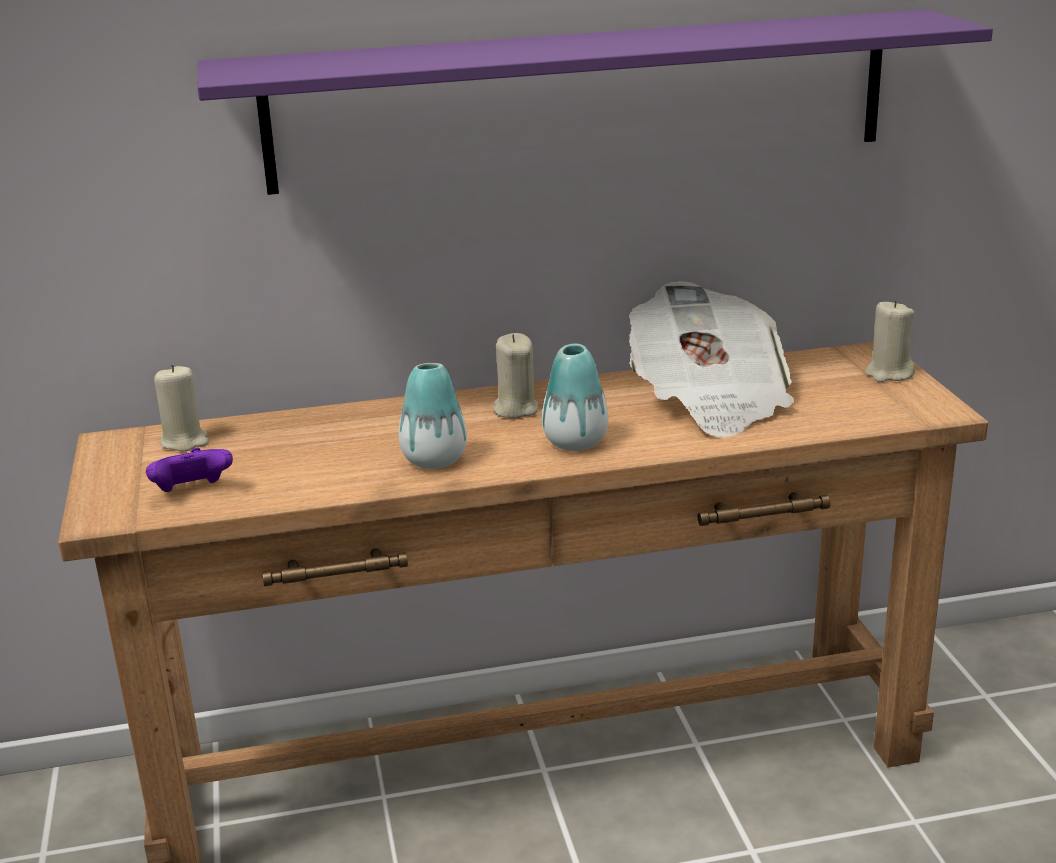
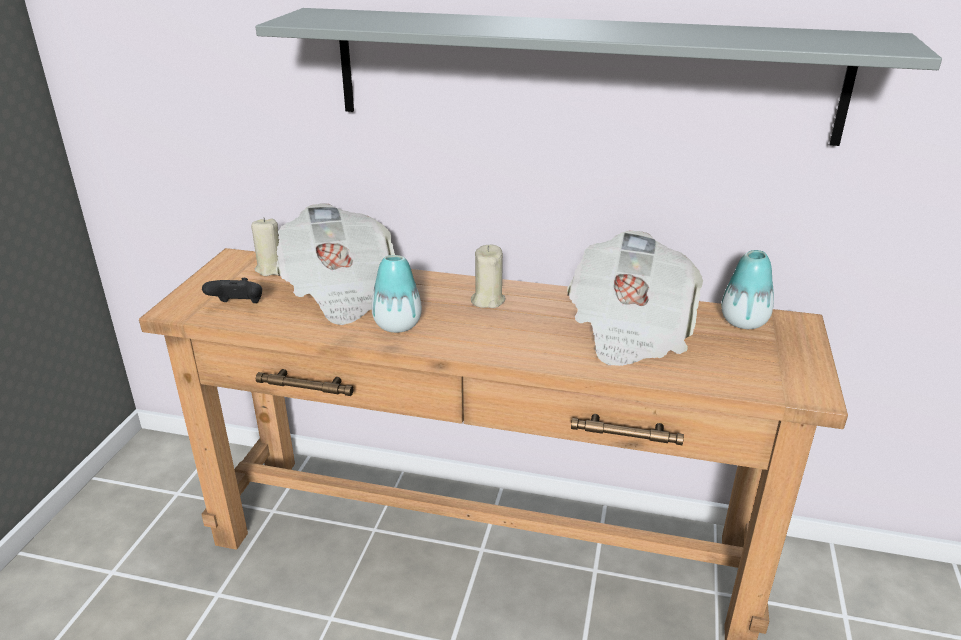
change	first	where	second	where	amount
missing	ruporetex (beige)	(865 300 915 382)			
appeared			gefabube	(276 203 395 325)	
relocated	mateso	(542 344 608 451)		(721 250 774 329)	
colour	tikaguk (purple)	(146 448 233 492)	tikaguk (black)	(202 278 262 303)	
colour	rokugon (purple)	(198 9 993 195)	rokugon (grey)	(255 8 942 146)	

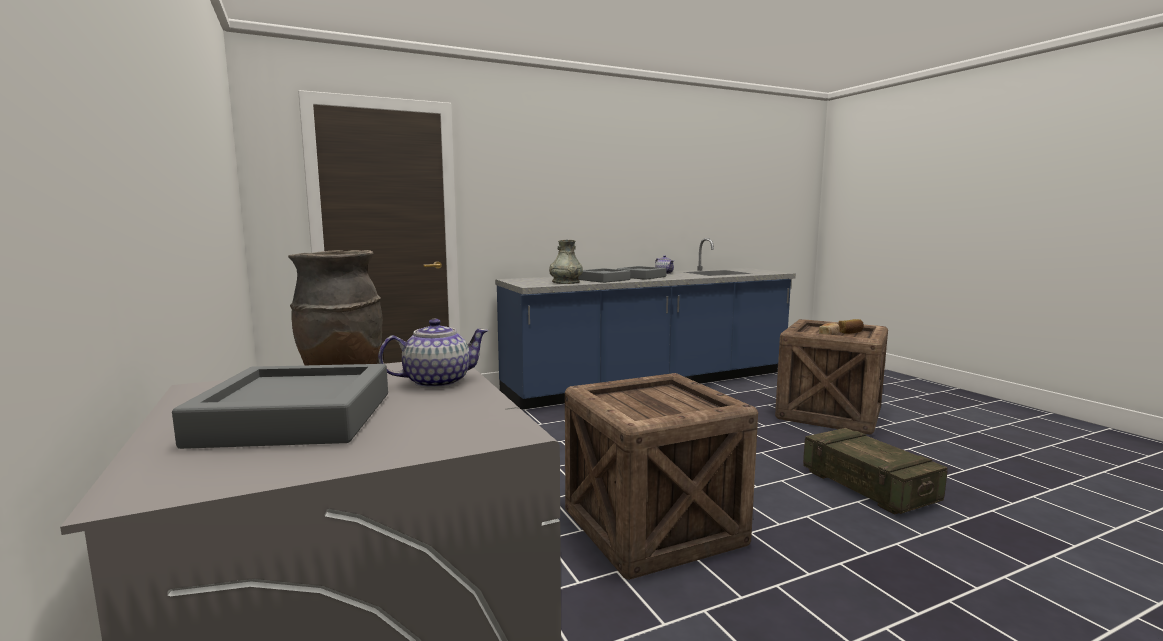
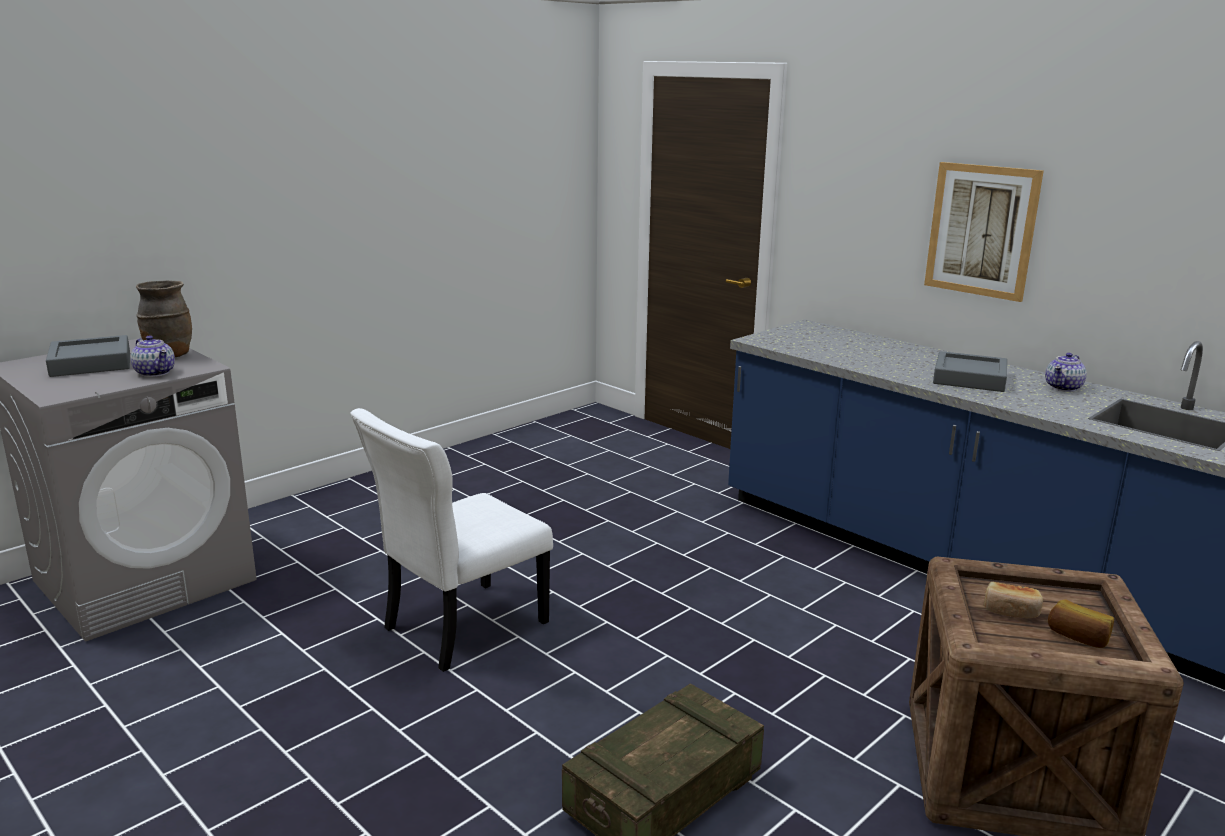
change	first	where	second	where	amount
missing	mateso (grey)	(549 240 583 284)			
missing	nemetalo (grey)	(578 268 630 283)			
appeared			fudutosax	(924 162 1044 302)	
exchanged	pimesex	(565 373 758 580)	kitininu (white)	(350 408 553 672)	

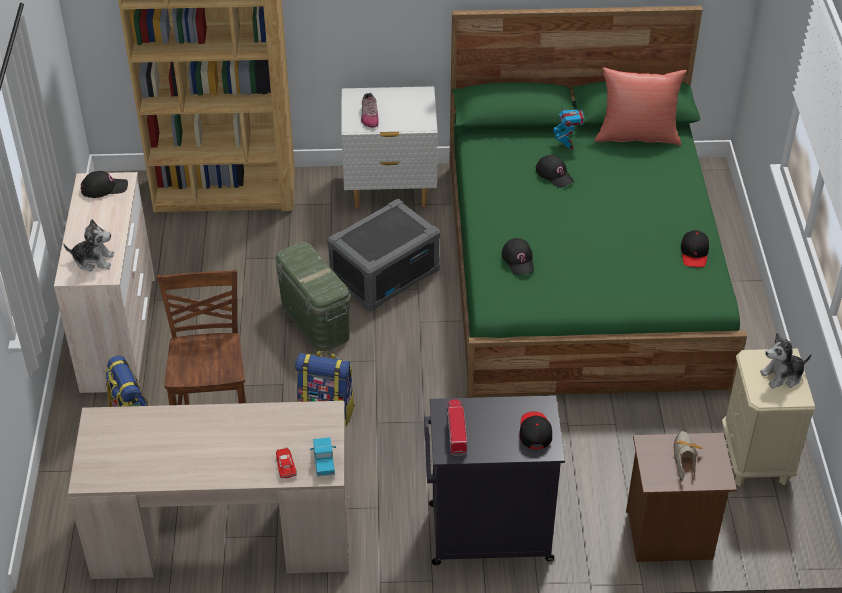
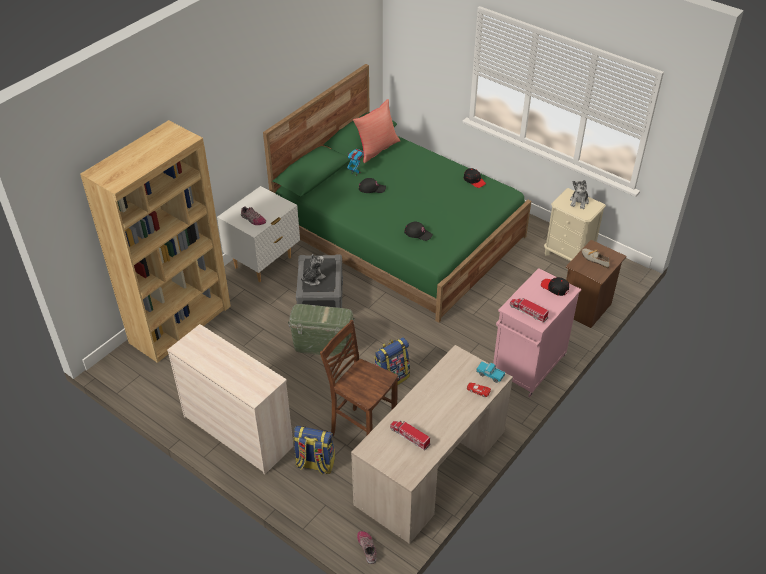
change	first	where	second	where	amount
missing	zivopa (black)	(81 171 128 198)			
appeared			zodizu	(357 531 377 564)	
appeared			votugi	(390 421 431 450)	
relocated	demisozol	(63 219 114 271)		(301 254 326 286)	
colour	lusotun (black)	(424 395 565 565)	lusotun (pink)	(493 268 581 397)	

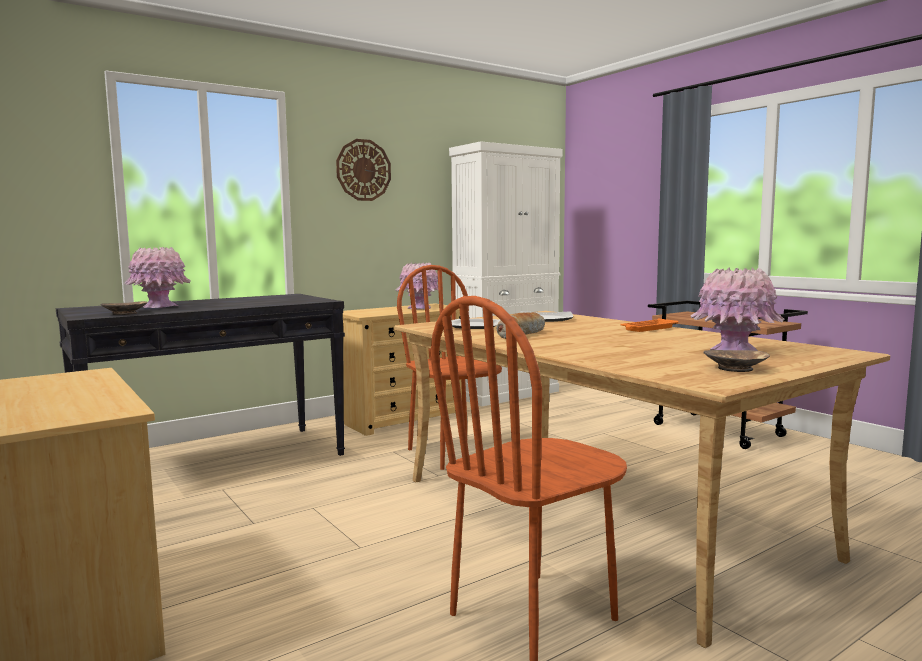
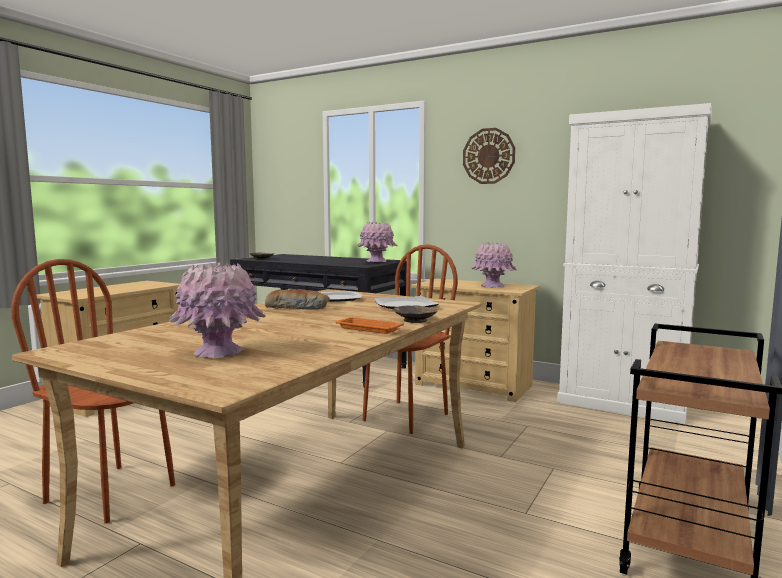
change	first	where	second	where	amount
relocated	mateso (pink)	(124 247 191 308)		(356 222 398 262)	
relocated	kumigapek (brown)	(704 350 770 372)		(393 305 438 323)	

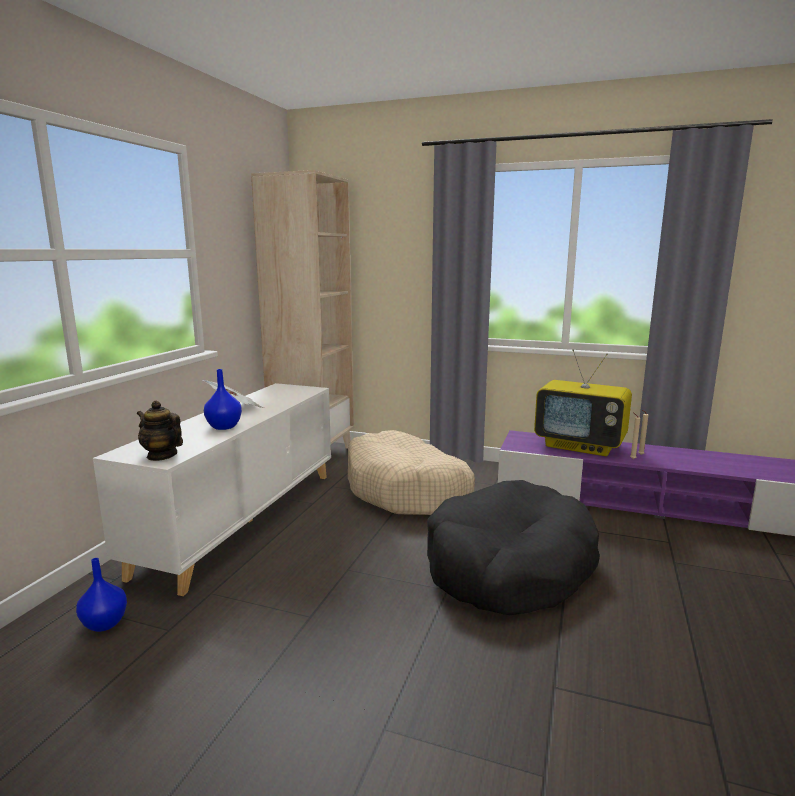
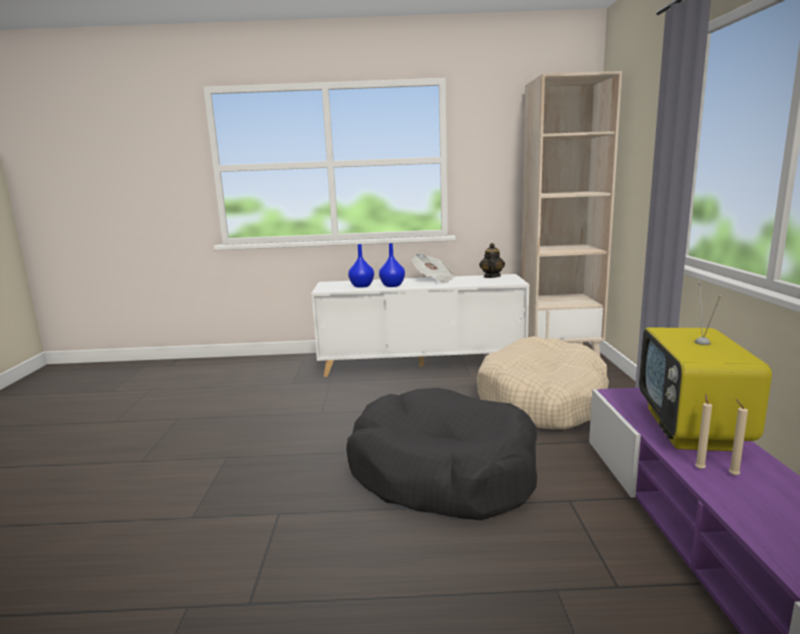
change	first	where	second	where	amount
relocated	mateso (blue)	(76 558 127 632)		(348 244 374 288)	
relocated	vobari	(137 401 183 461)		(479 243 505 278)	

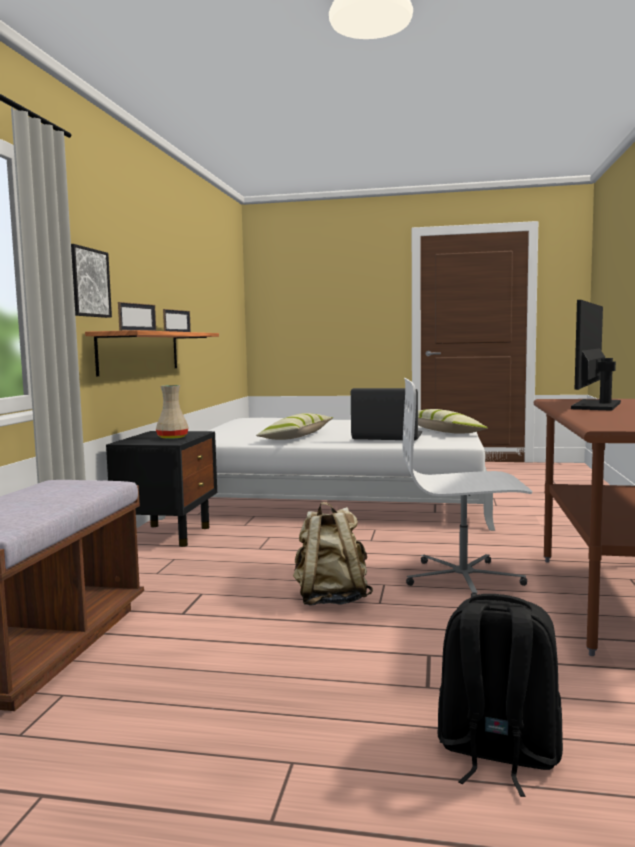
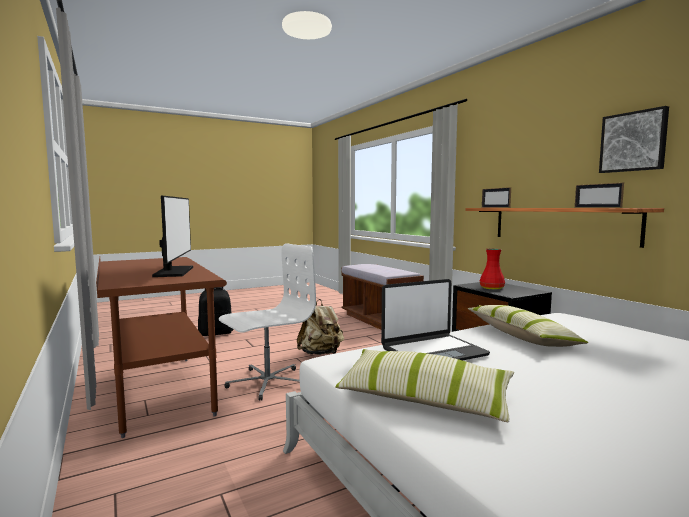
change	first	where	second	where	amount
relocated	fudutosax	(71 244 112 318)		(599 106 669 173)	
colour	mateso (beige)	(156 385 189 439)	mateso (red)	(480 249 505 290)	

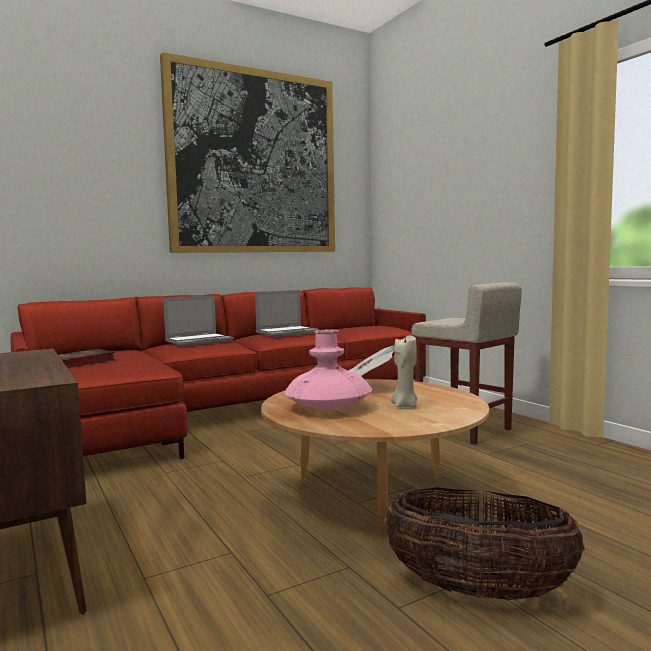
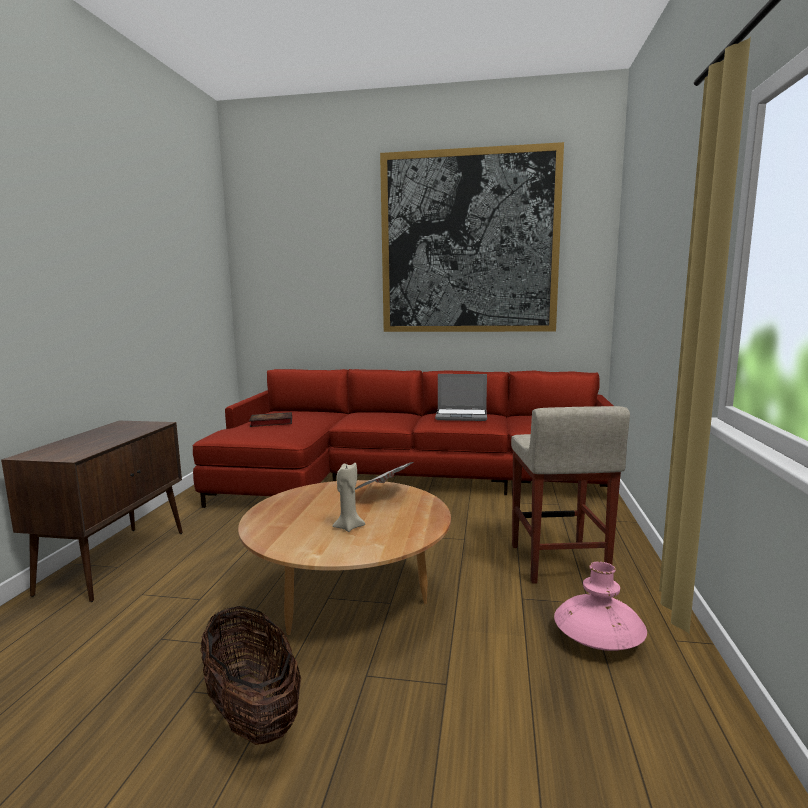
change	first	where	second	where	amount
missing	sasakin	(163 295 234 346)			
relocated	mateso (pink)	(284 329 372 409)		(554 561 647 651)	

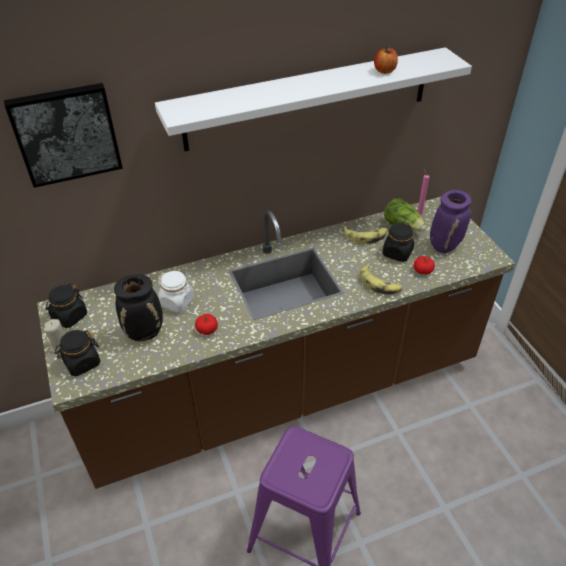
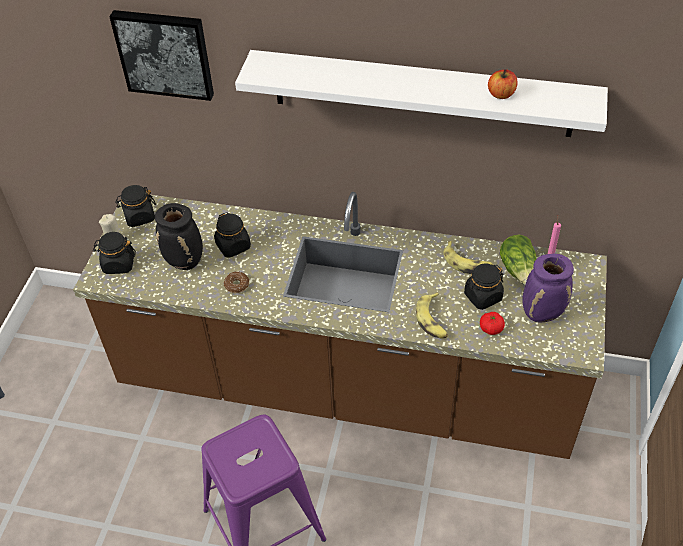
change	first	where	second	where	amount
exchanged	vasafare	(195 314 218 335)	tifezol	(224 271 249 293)	
colour	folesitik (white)	(158 271 194 313)	folesitik (black)	(214 212 251 258)	

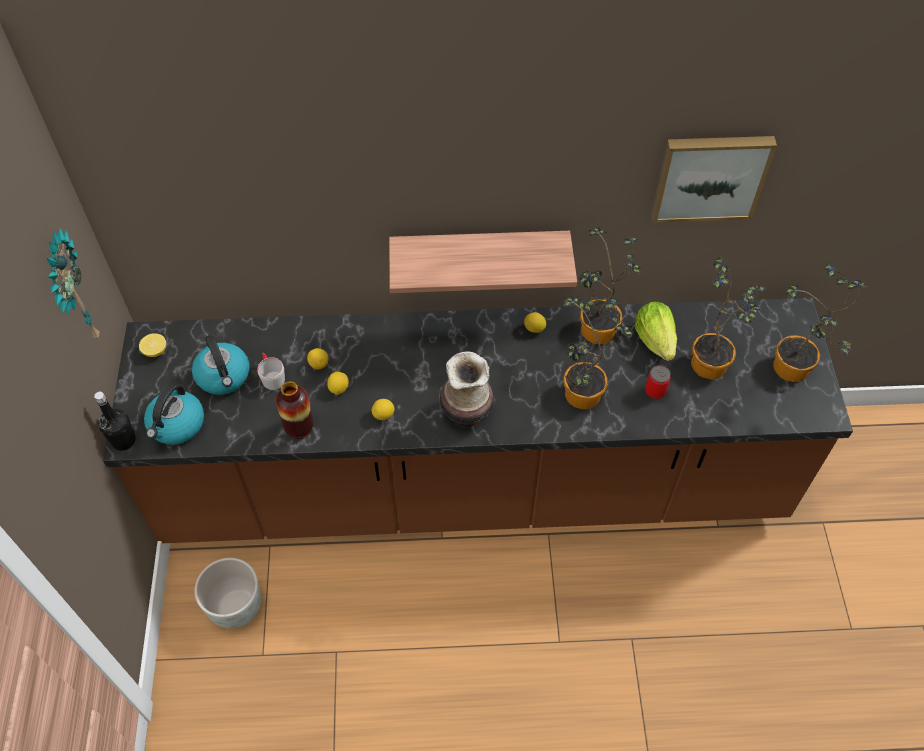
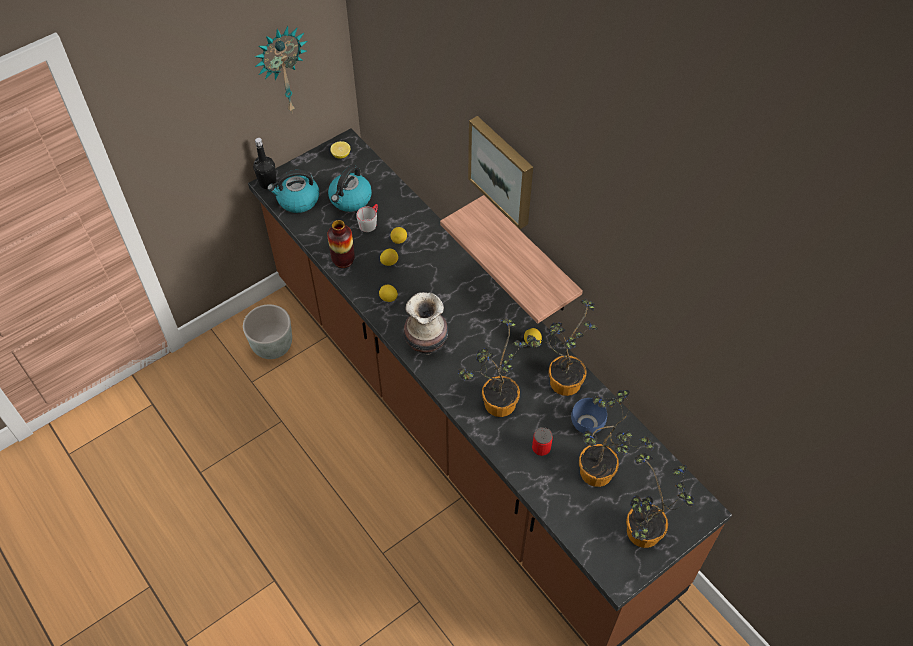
change	first	where	second	where	amount
relocated	fudutosax	(651 136 777 223)		(468 116 533 229)	
exchanged	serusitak	(635 302 677 361)	kumigapek (blue)	(571 398 607 434)	

